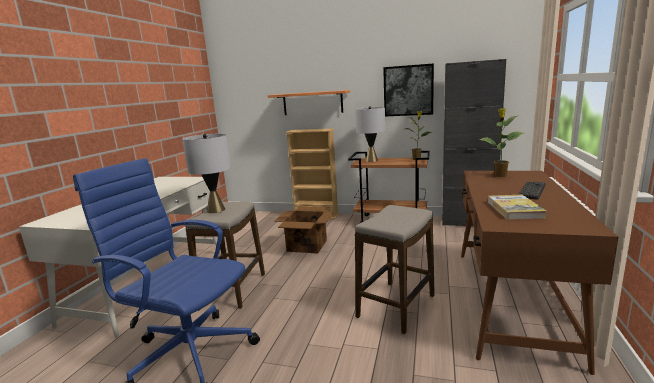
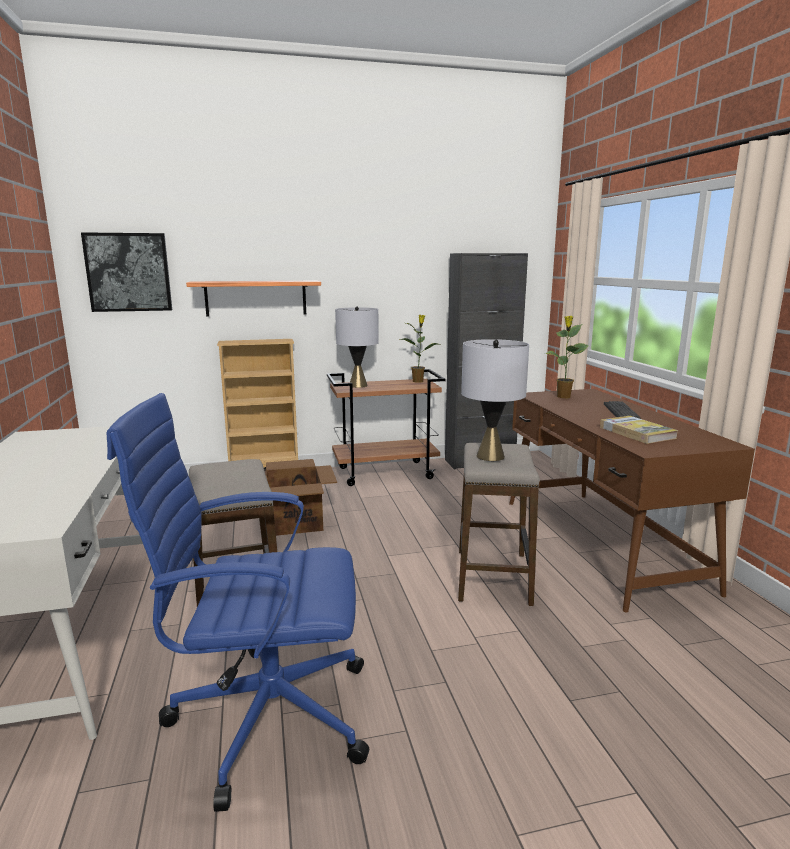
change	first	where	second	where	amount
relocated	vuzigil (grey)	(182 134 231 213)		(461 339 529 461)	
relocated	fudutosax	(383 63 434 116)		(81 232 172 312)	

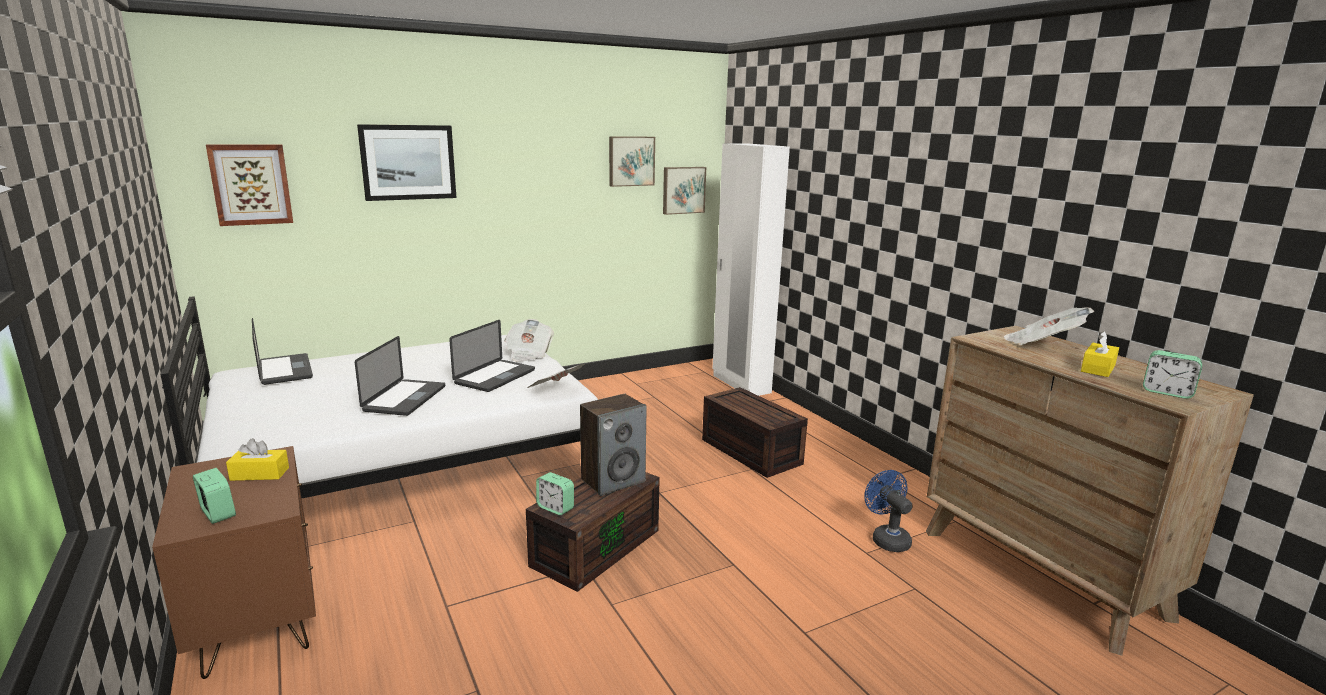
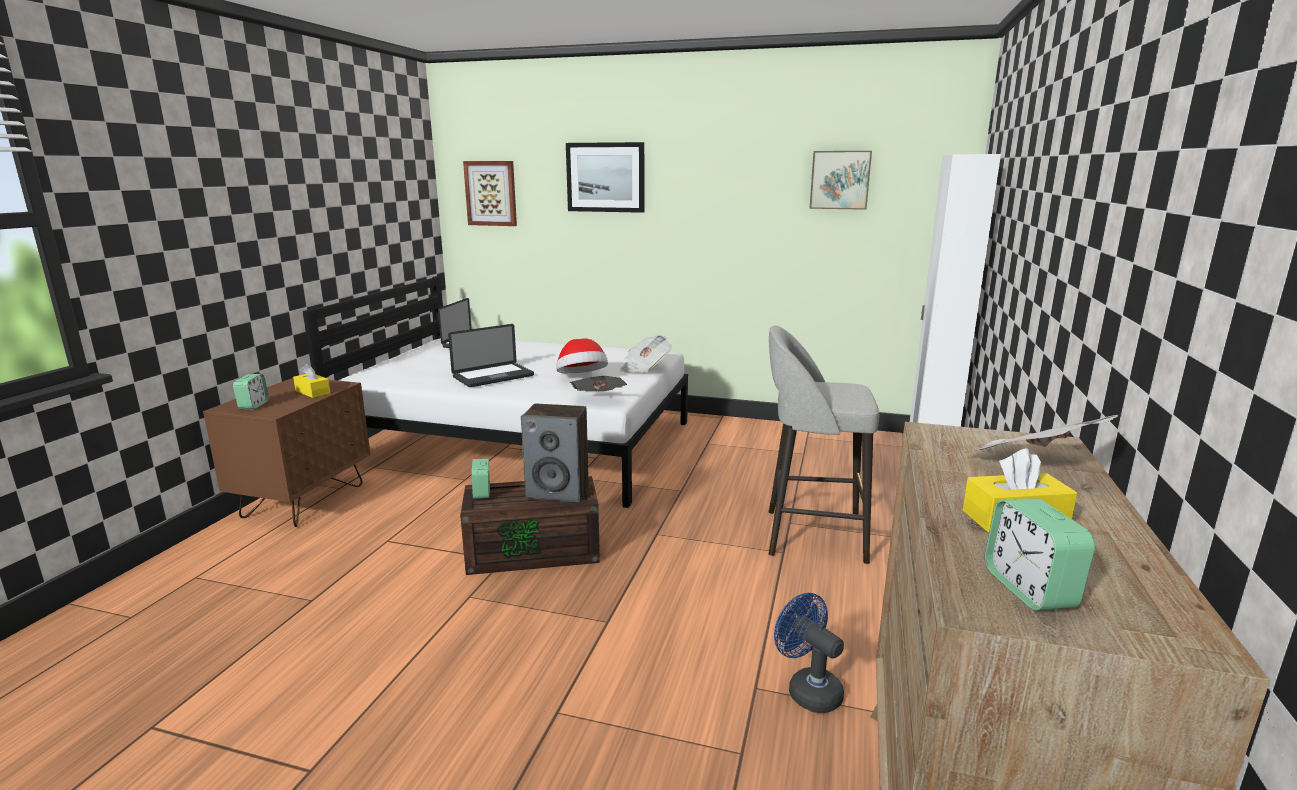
change	first	where	second	where	amount
missing	fudutosax	(663 167 706 215)			
exchanged	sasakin	(449 320 535 392)	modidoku	(556 338 608 373)	
exchanged	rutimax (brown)	(702 387 808 478)	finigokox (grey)	(769 325 880 564)	
spun	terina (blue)	(864 470 913 552)		(774 593 844 713)	60 degrees counterclockwise

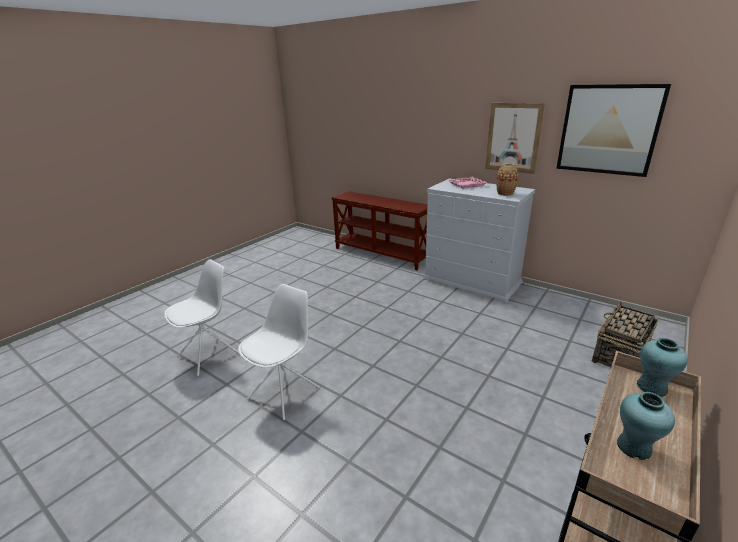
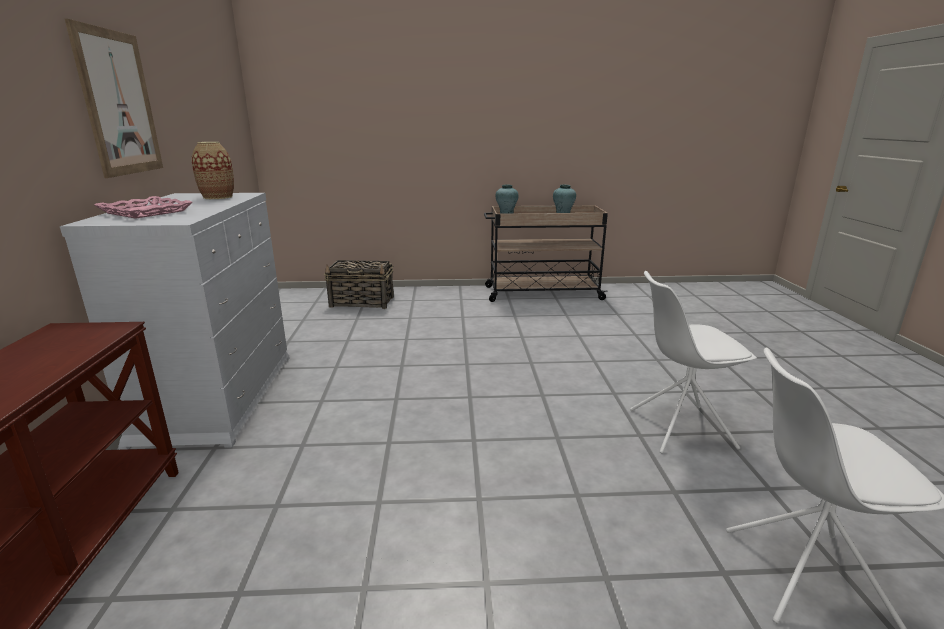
change	first	where	second	where	amount
missing	fudutosax	(556 84 671 177)			

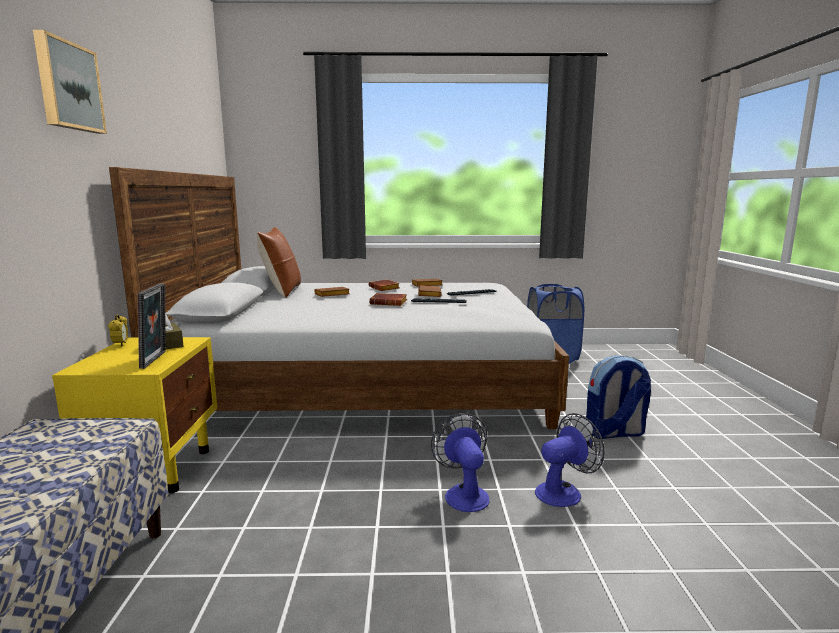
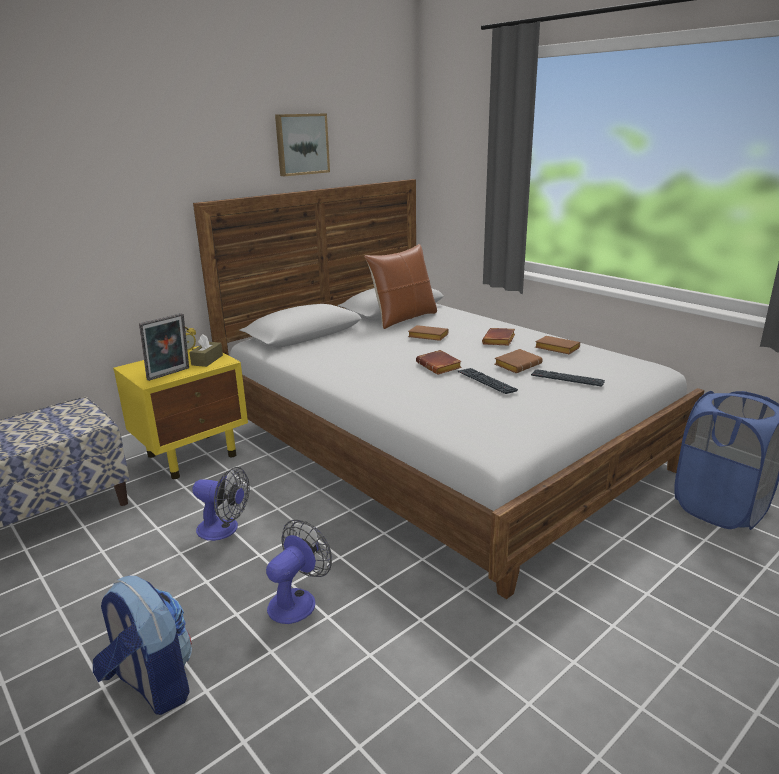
change	first	where	second	where	amount
relocated	fudutosax	(33 30 107 134)		(275 113 330 176)	
relocated	terina	(535 413 605 507)		(192 467 250 541)	
relocated	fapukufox	(586 355 651 439)		(93 576 192 715)	

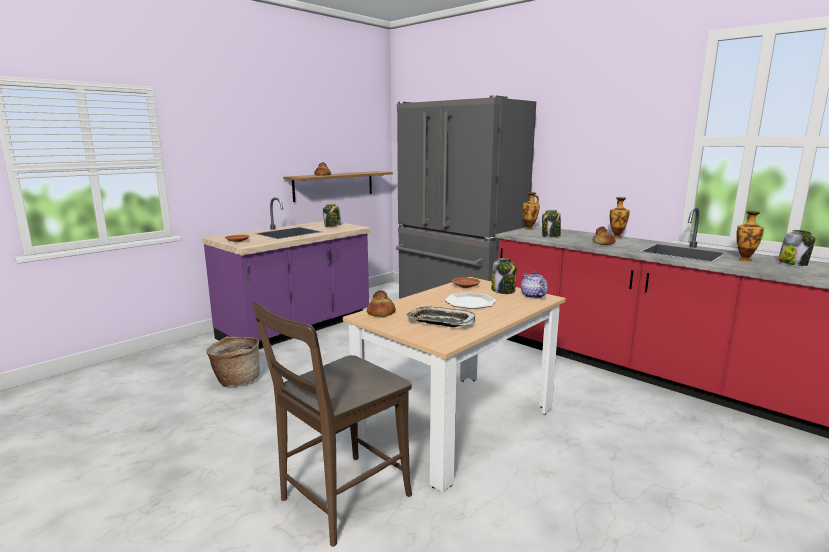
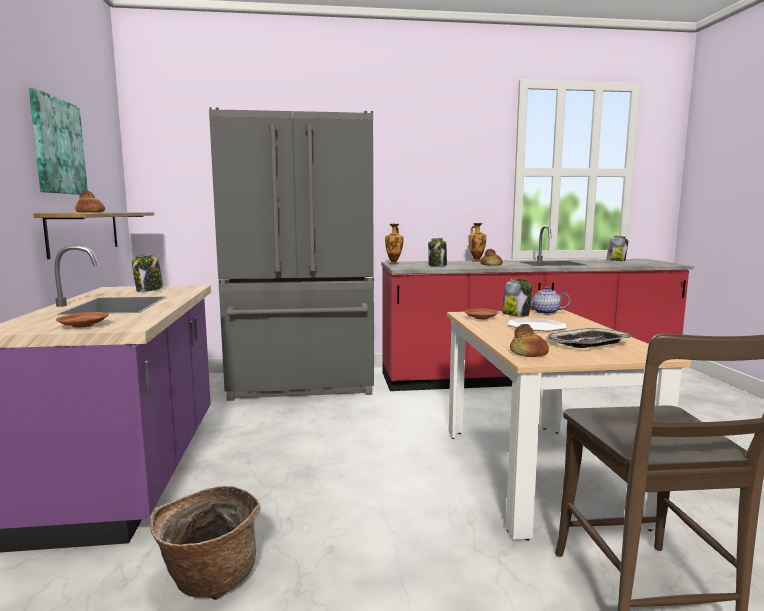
change	first	where	second	where	amount
missing	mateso	(736 211 764 261)			
appeared			fudutosax	(29 89 88 195)	

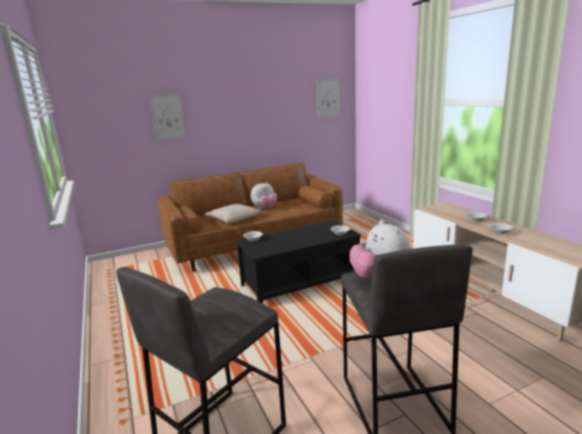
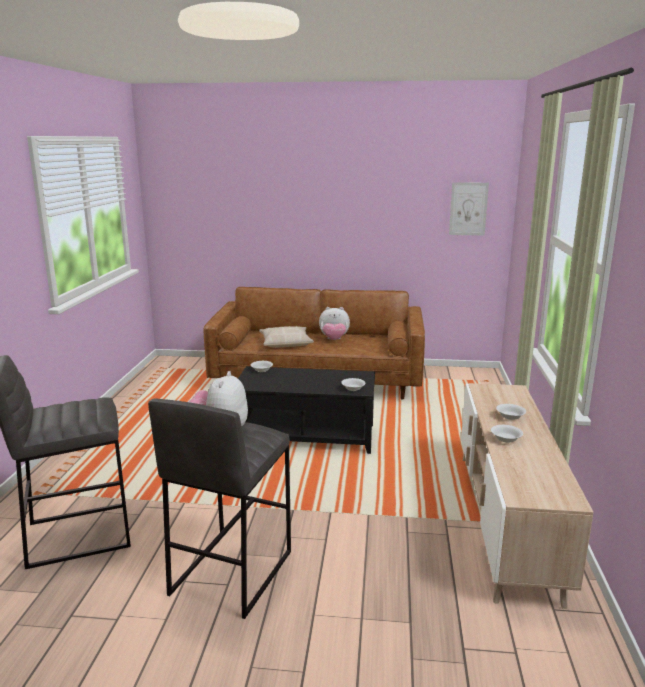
change	first	where	second	where	amount
missing	fudutosax	(149 94 186 140)			

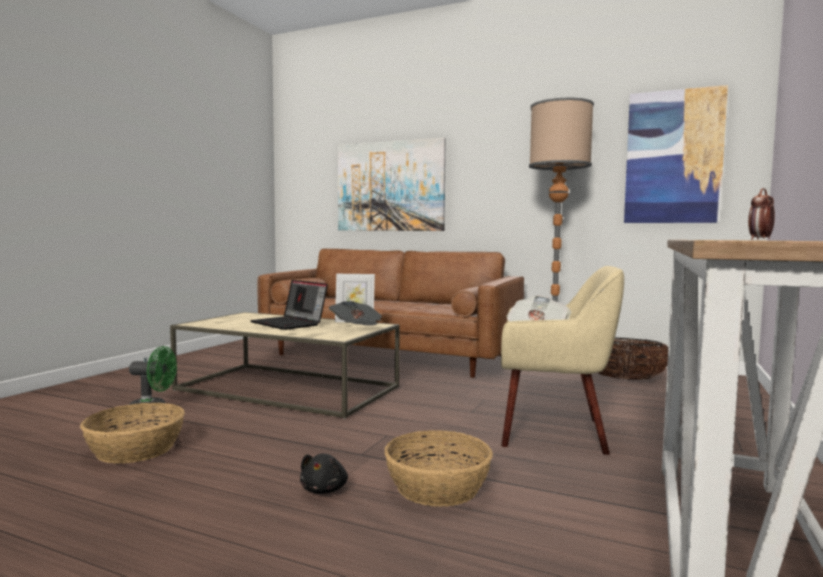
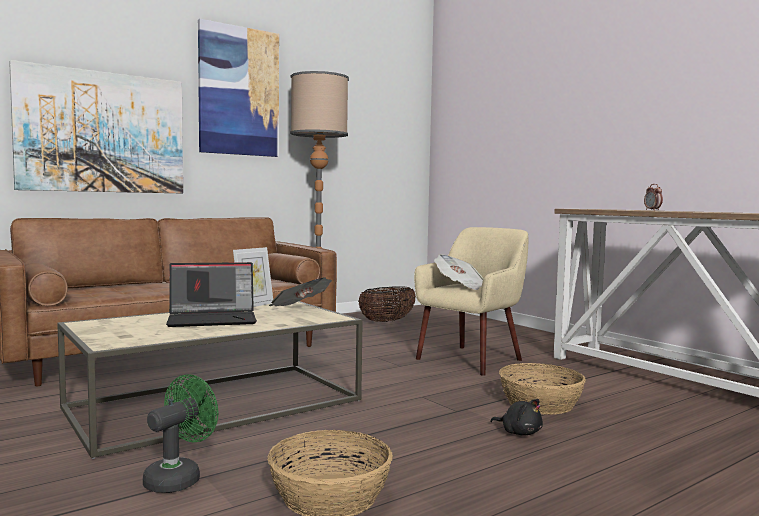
change	first	where	second	where	amount
relocated	fudutosax	(624 85 728 223)		(198 19 279 157)	

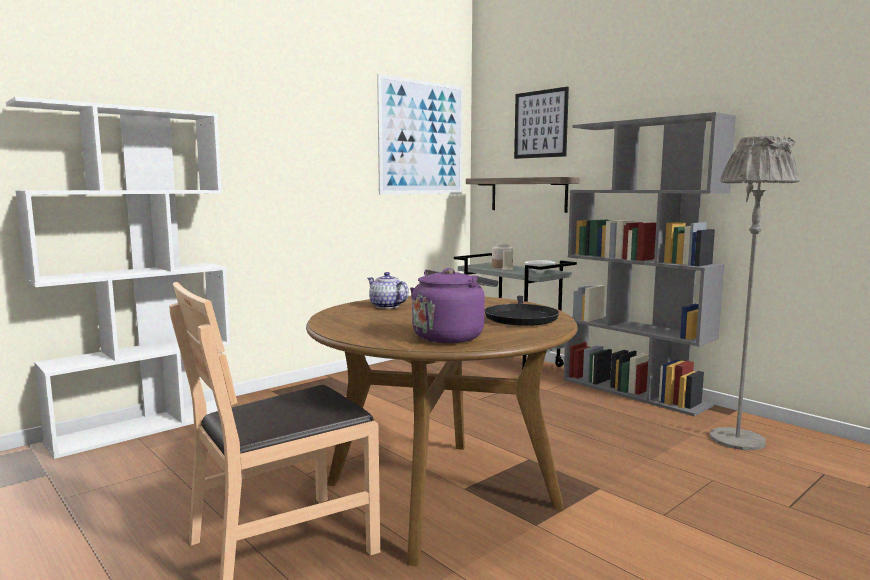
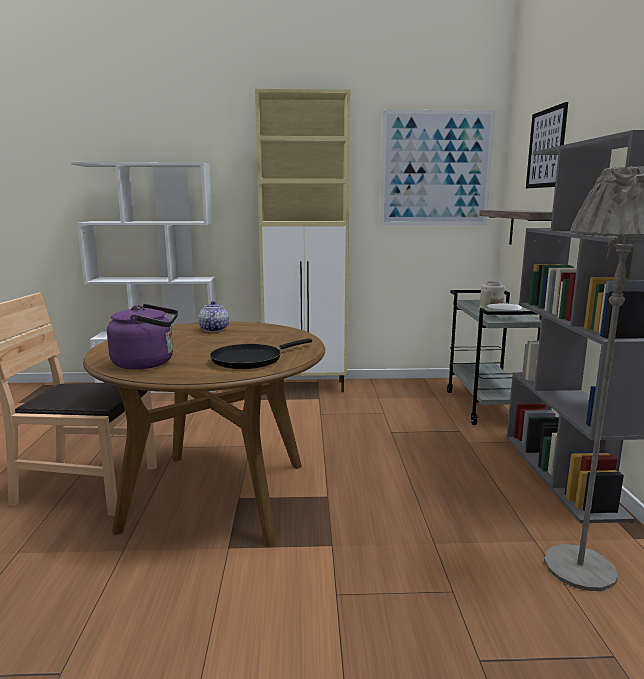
change	first	where	second	where	amount
appeared			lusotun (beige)	(255 89 350 392)	

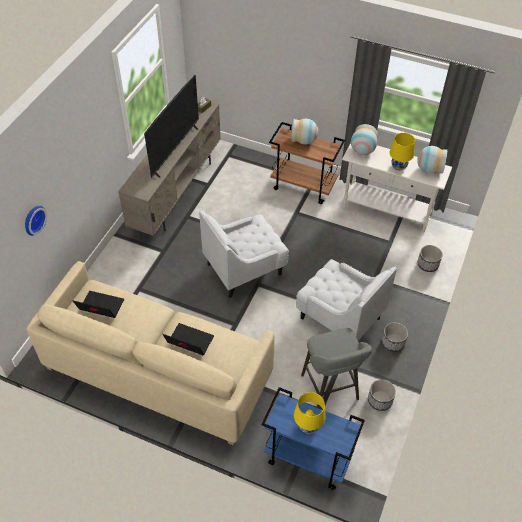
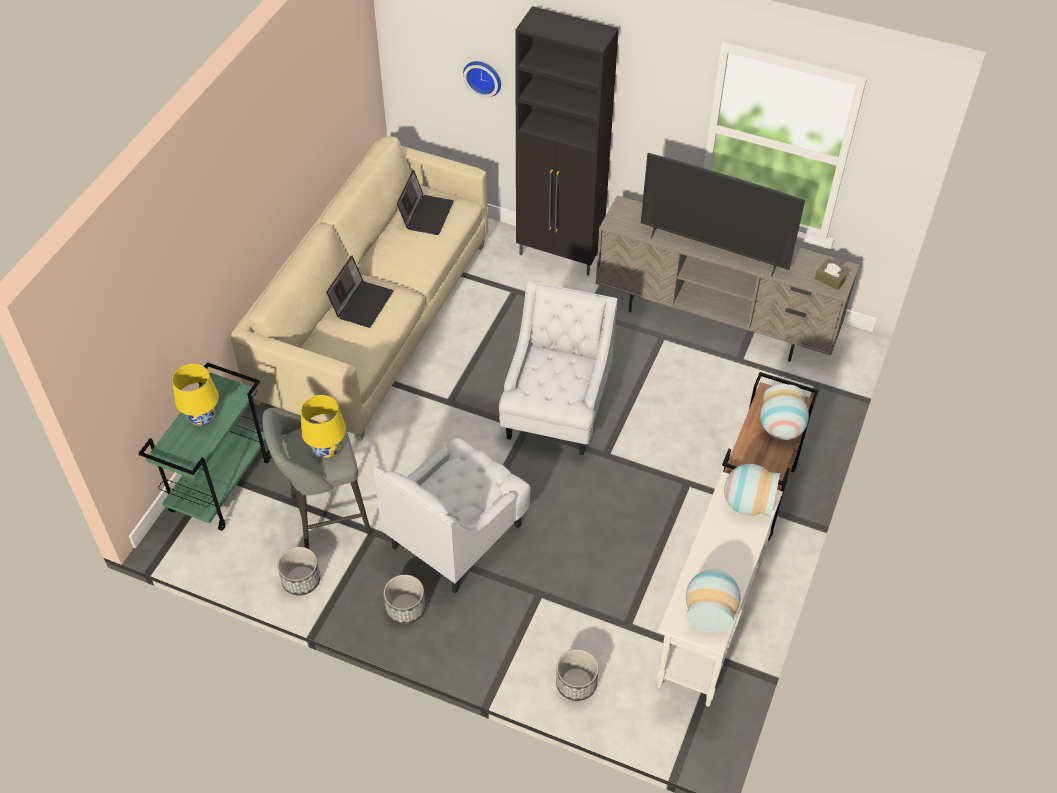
change	first	where	second	where	amount
appeared			lusotun (black)	(515 6 619 276)	
relocated	vuzigil (yellow)	(390 133 415 170)		(301 395 346 458)	
colour	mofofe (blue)	(262 387 365 490)	mofofe (green)	(138 362 271 531)	
spun	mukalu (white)	(199 210 289 298)		(499 281 617 455)	45 degrees clockwise

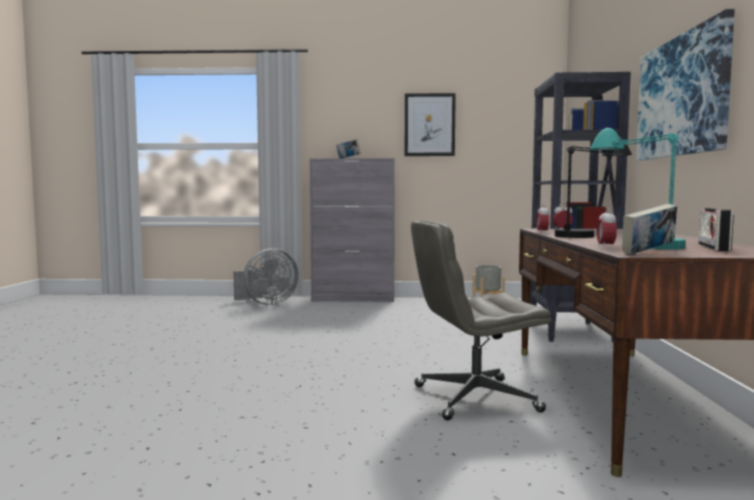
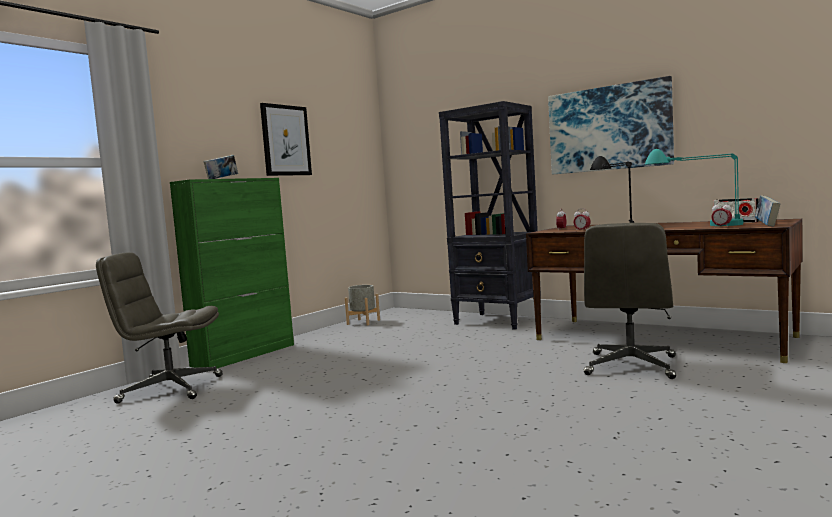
change	first	where	second	where	amount
exchanged	terina (grey)	(233 248 299 305)	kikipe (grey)	(96 252 223 404)	
colour	lusotun (grey)	(309 158 395 302)	lusotun (green)	(170 178 294 369)	

